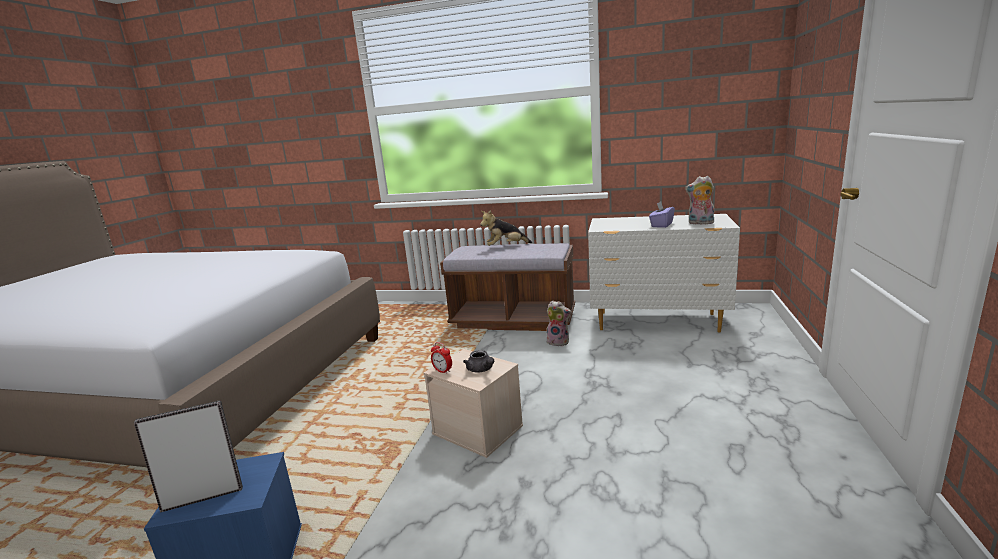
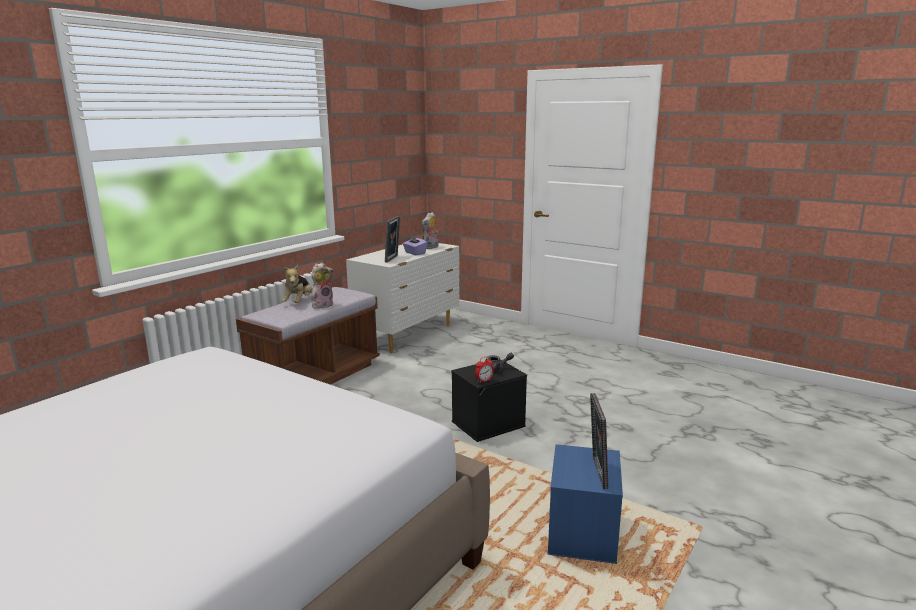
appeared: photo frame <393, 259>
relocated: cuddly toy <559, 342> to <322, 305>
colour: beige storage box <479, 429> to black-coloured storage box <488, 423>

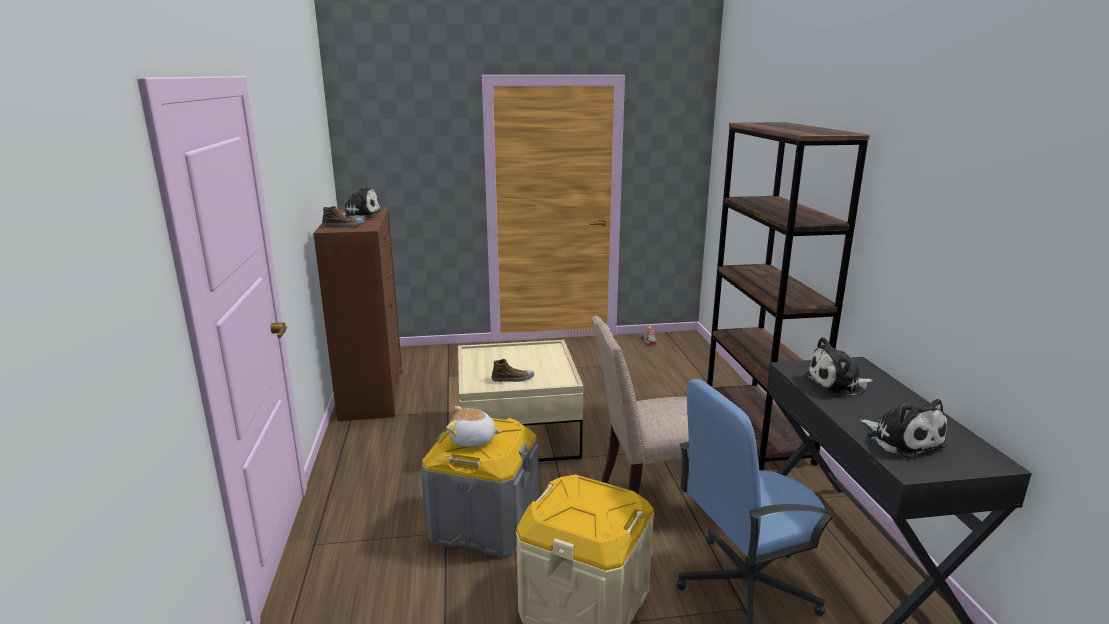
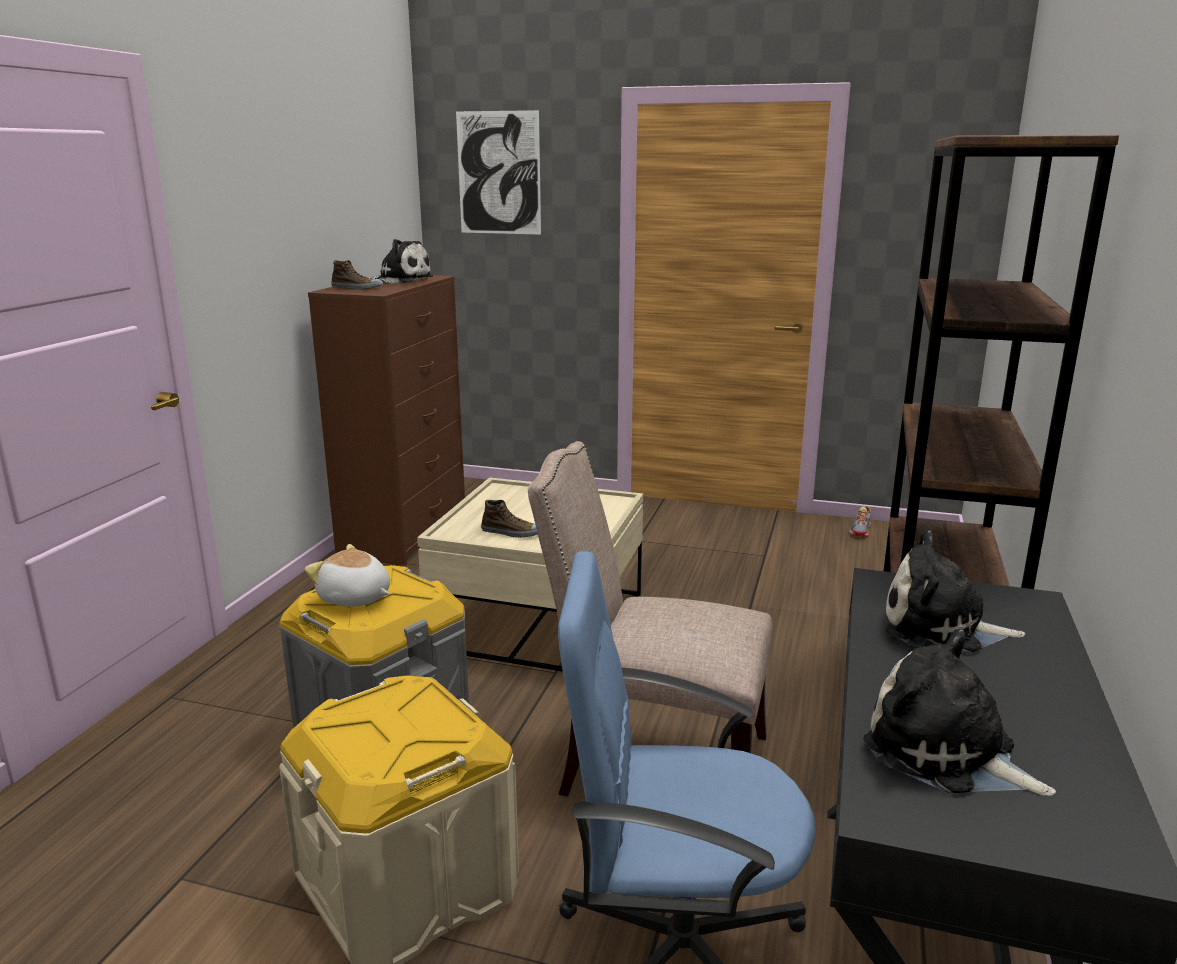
appeared: wall art <499, 173>
spun: cuddly toy <902, 440> = <946, 753> 135 degrees clockwise

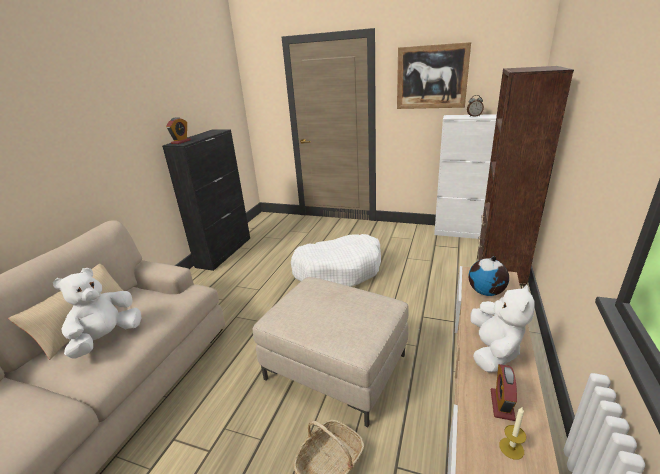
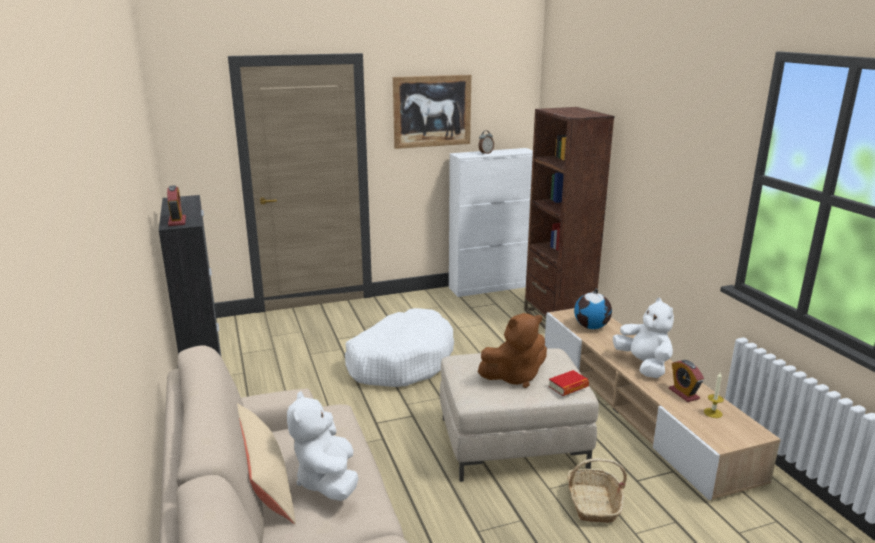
appeared: brown-coloured cuddly toy <514, 377>; bound book <568, 387>

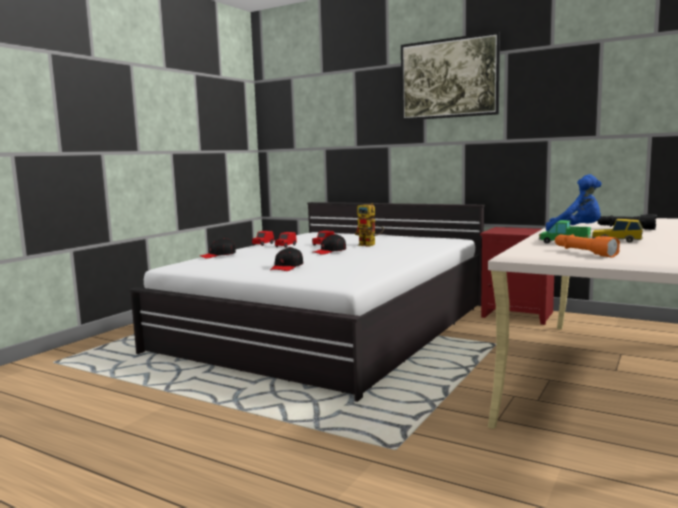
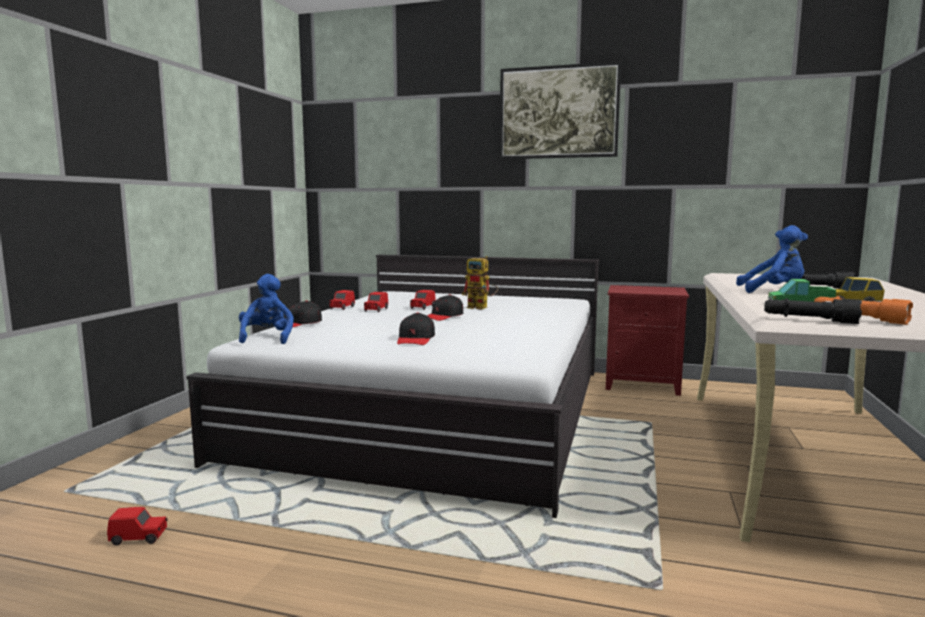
appeared: reddish model car <139, 538>; blue-coloured cuddly toy <267, 338>; black-coloured hand torch <809, 320>

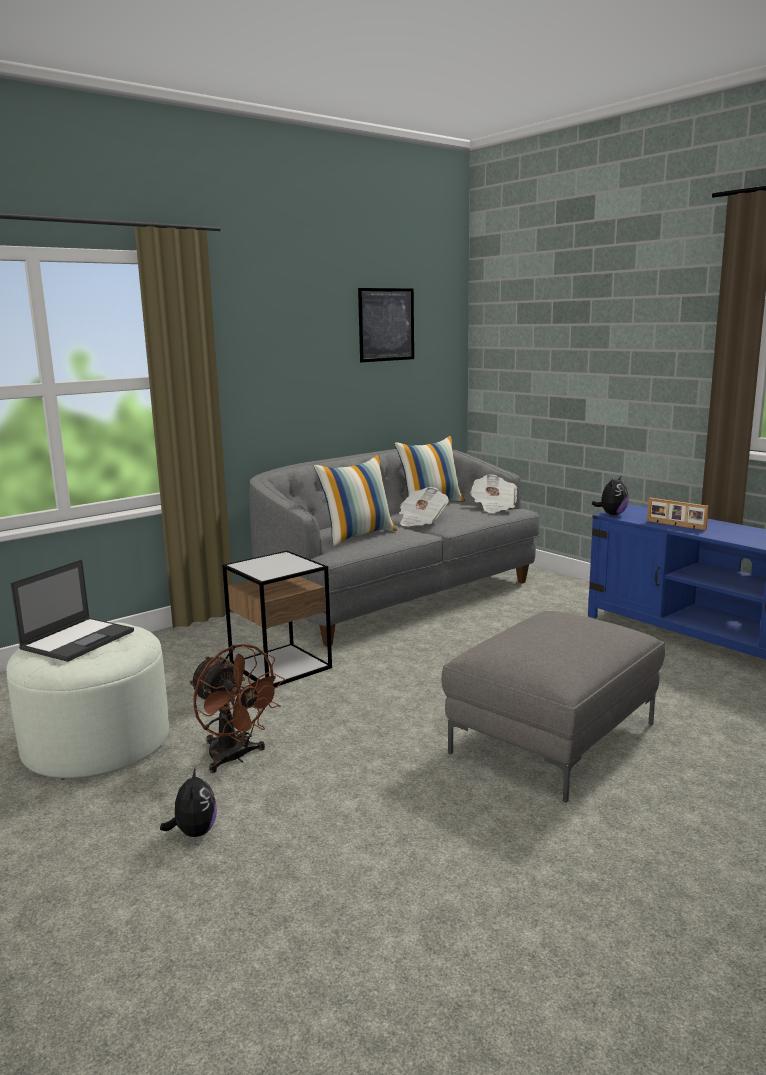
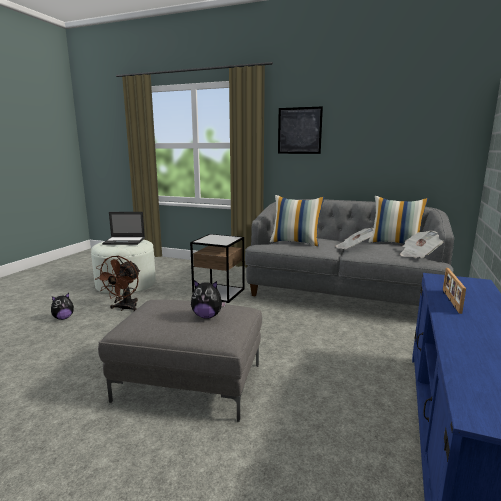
relocated: wall art <386, 324> to <299, 130>; cuddly toy <612, 514> to <207, 316>

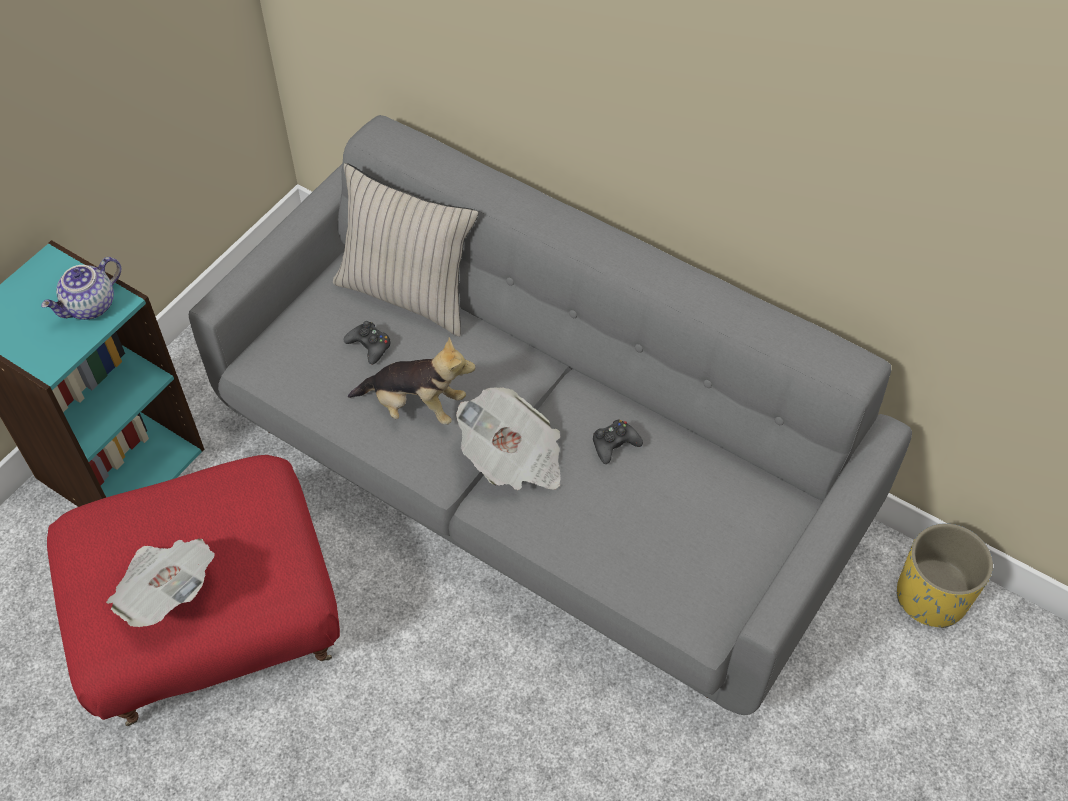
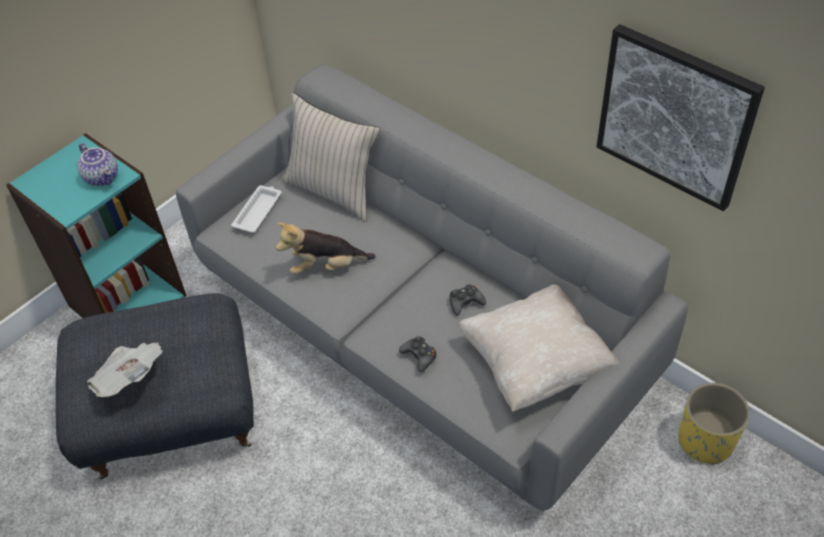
missing: daily paper <513, 458>
appeared: white-coloured serving tray <258, 211>; beige cushion <535, 364>; wall art <675, 116>
relocated: black-coloured game controller <369, 346> to <419, 356>
colour: reddish footrest <214, 624> to grey footrest <172, 414>
spun: tea pot <91, 307> = <103, 177> 90 degrees counterclockwise; cuddly toy <415, 406> = <326, 266> 150 degrees clockwise

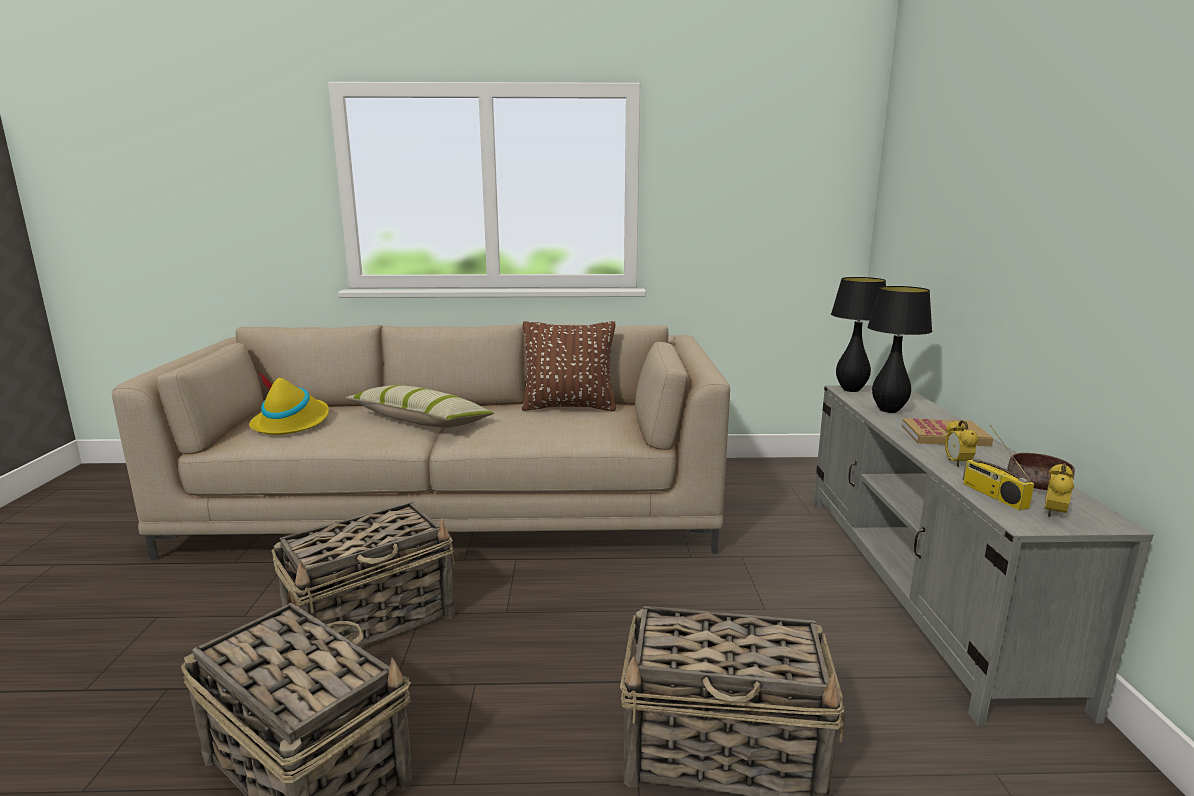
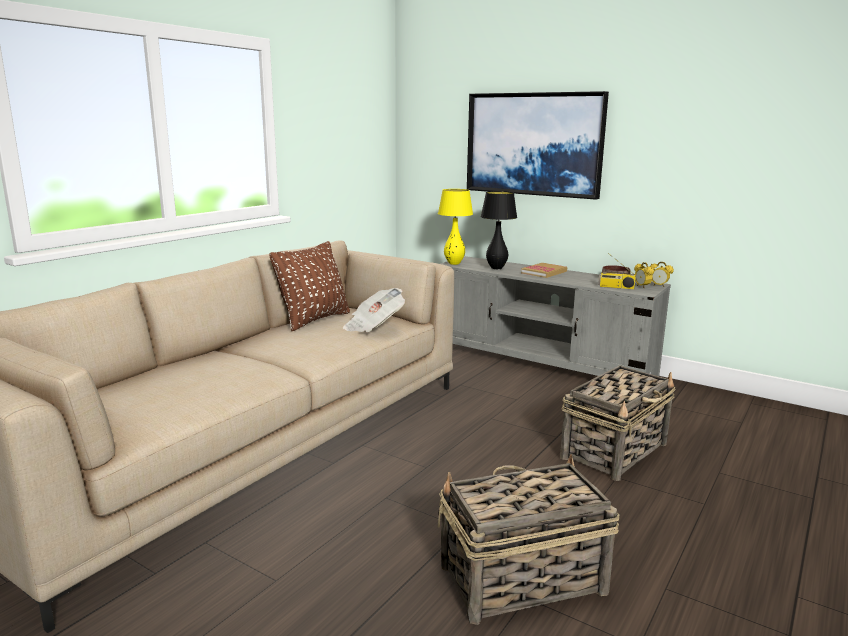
missing: yellow-coloured wearable hat <292, 423>; basket <373, 620>; cushion <421, 421>
appeared: daily paper <373, 326>; wall art <534, 144>
relocated: table clock <956, 463> to <659, 286>
colour: black-coloured tabletop lamp <851, 390> to yellow-coloured tabletop lamp <454, 263>

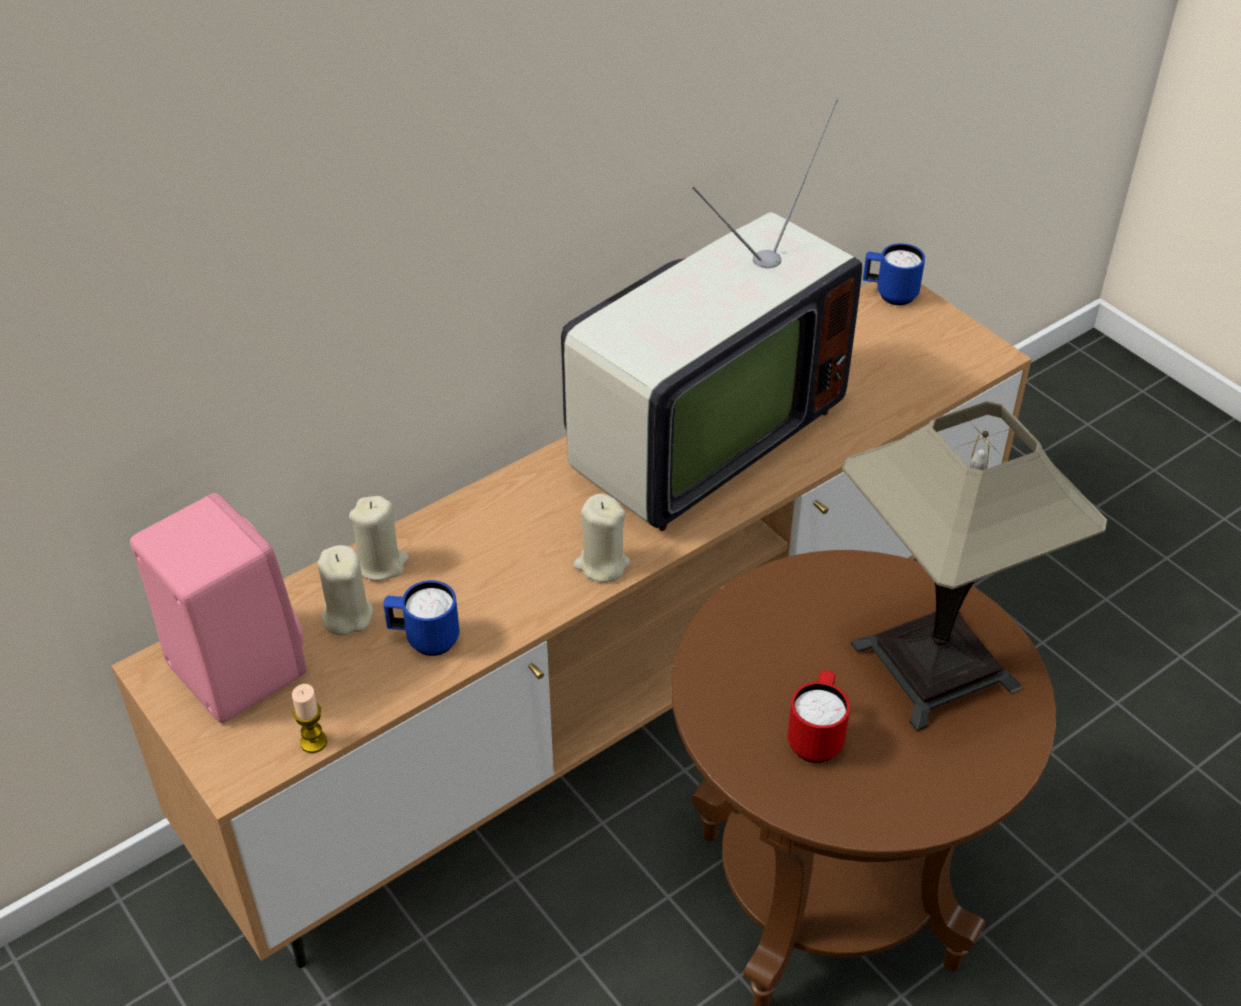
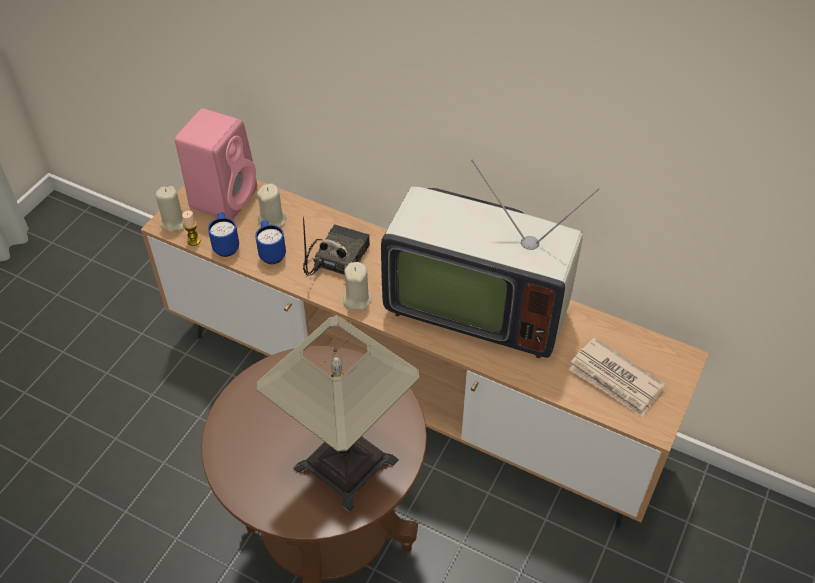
missing: reddish mug <816, 737>
appeared: radio receiver <336, 258>; daily paper <615, 380>
relocated: beige candle <381, 563> to <174, 222>; blue-coloured mug <889, 294> to <226, 245>

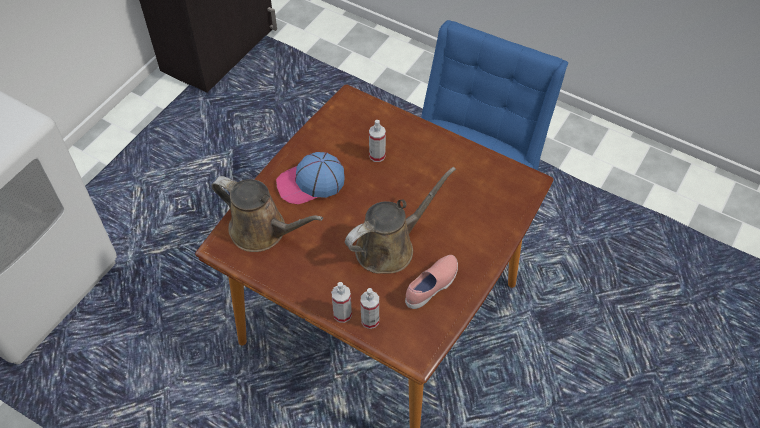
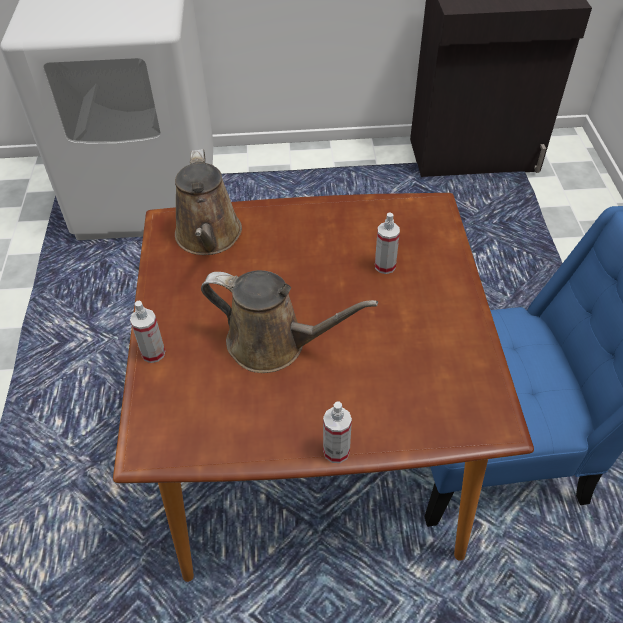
missing: peaked cap <311, 183>; pinkish item of footwear <432, 287>
relocated: sprayer <370, 320> to <336, 451>

